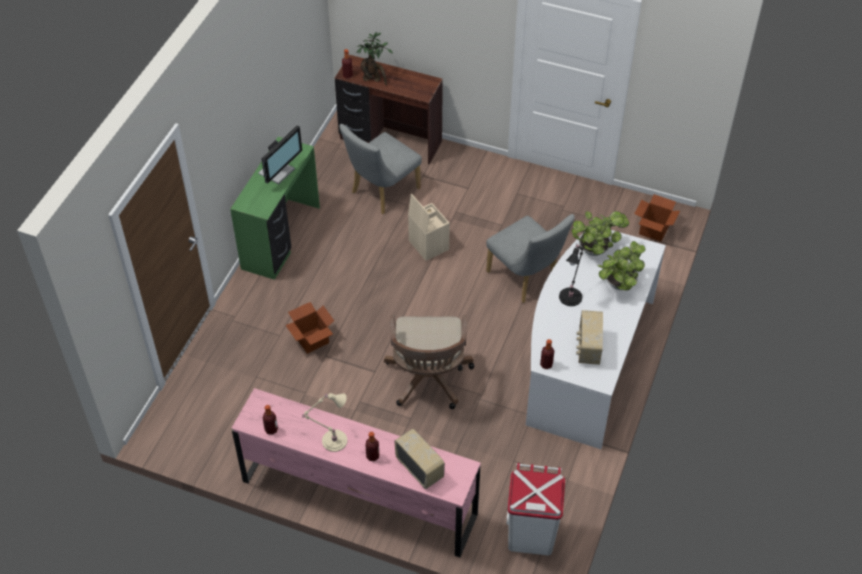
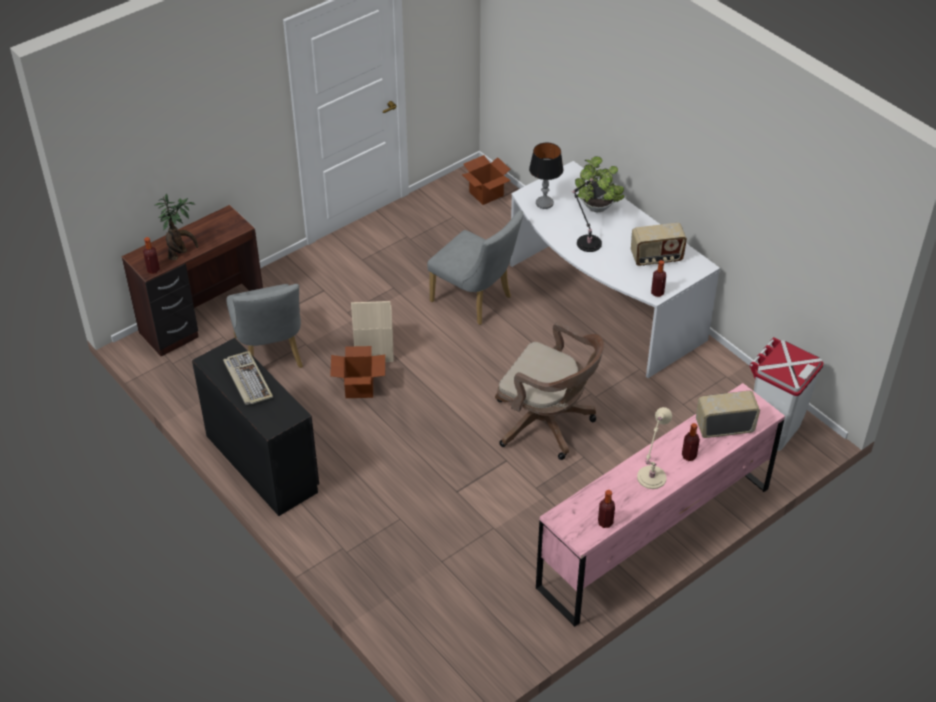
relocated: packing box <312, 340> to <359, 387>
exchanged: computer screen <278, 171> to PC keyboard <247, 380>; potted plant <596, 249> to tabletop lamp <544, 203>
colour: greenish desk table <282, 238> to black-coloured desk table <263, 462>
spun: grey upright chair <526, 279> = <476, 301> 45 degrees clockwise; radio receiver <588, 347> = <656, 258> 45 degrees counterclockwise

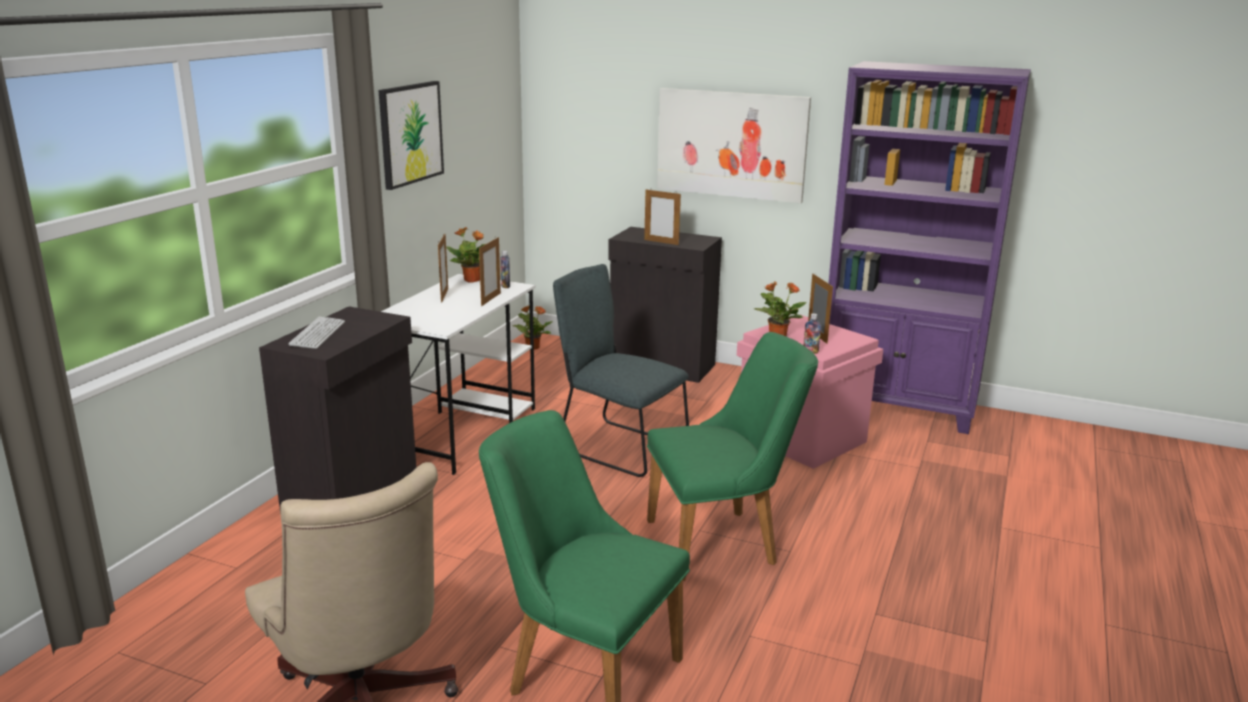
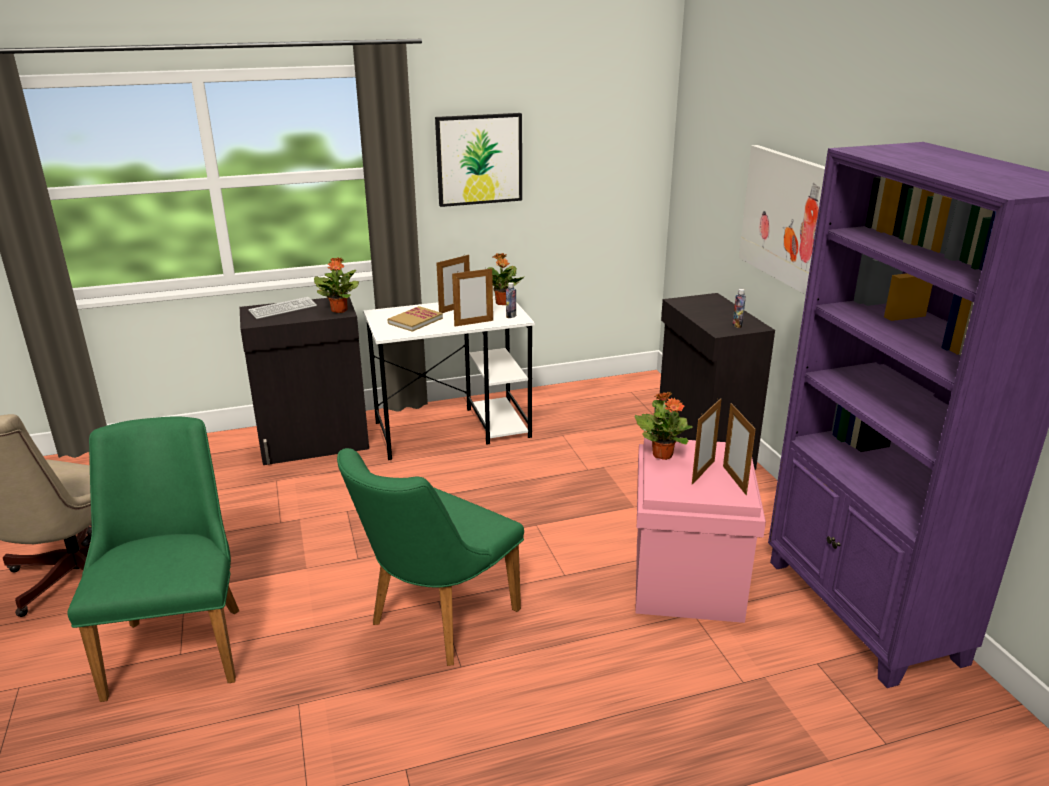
missing: grey upright chair <618, 447>
appeared: bound book <415, 321>
relocated: potted plant <532, 347> to <339, 310>; photo frame <661, 242> to <734, 480>; beverage bottle <810, 351> to <737, 325>
spun: greenish upright chair <723, 541> = <434, 622> 90 degrees clockwise

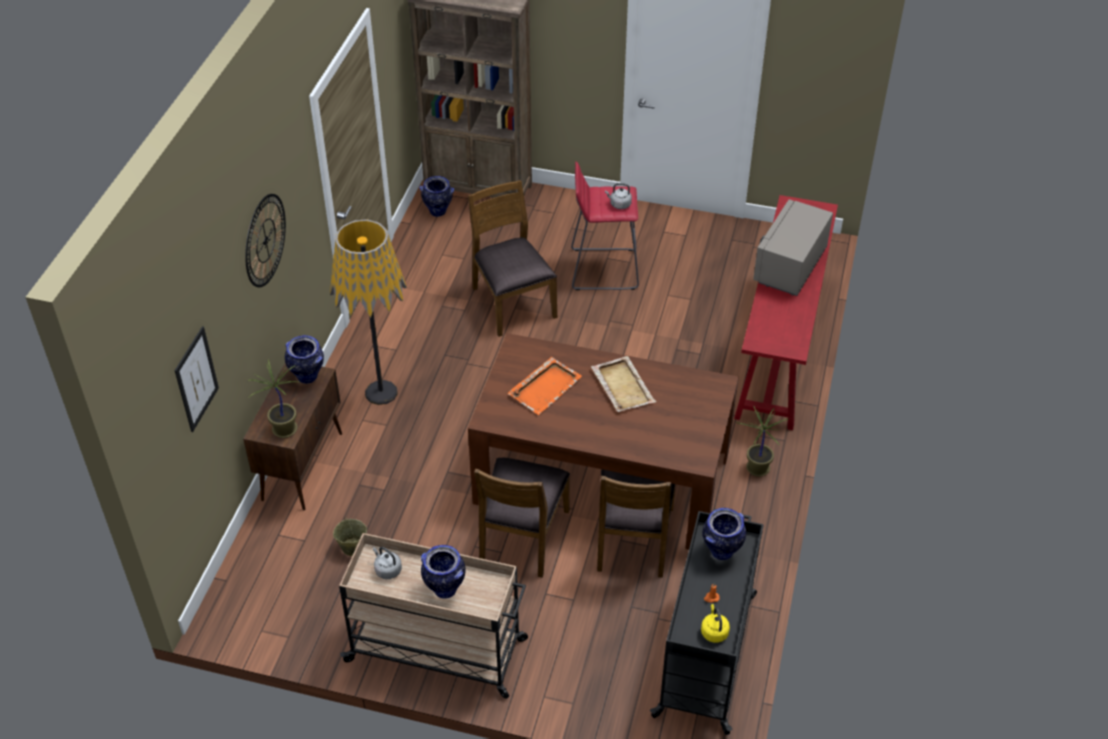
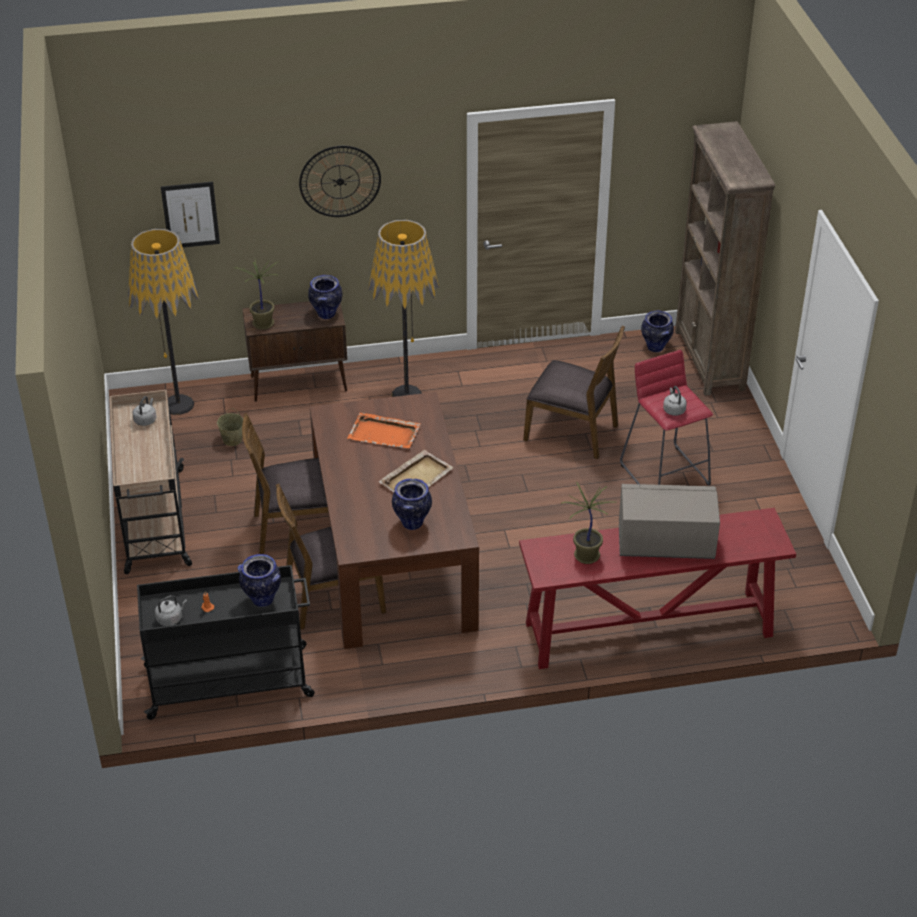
appeared: standing lamp <178, 405>
relocated: vase <444, 589> to <412, 523>; potted plant <758, 469> to <585, 556>
colour: yellow-coloured kettle <714, 631> to grey kettle <171, 618>
spun: brown-coloured upright chair <512, 302> = <572, 431> 75 degrees clockwise

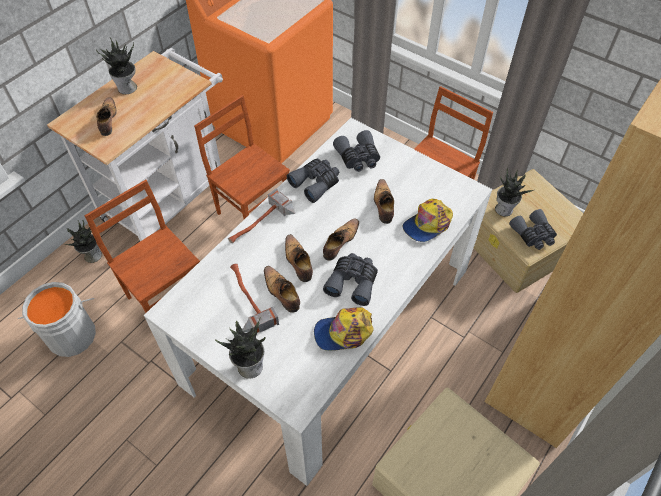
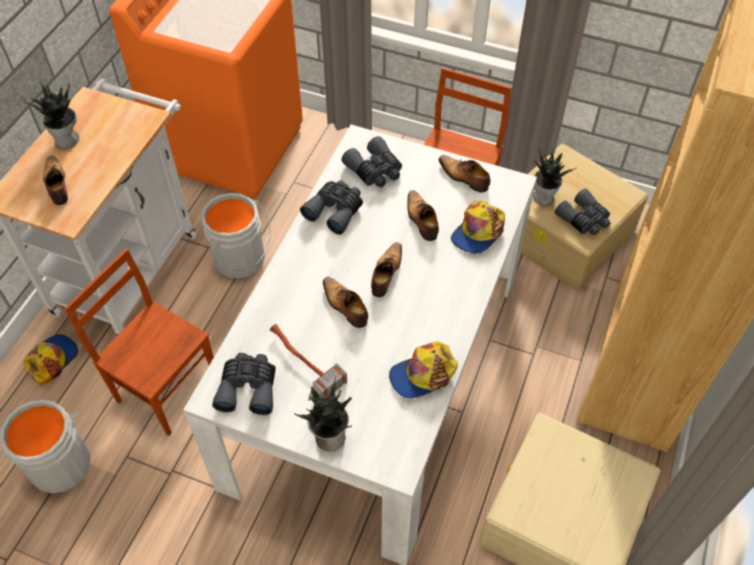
missing: hand hammer <261, 226>
relocated: item of footwear <281, 292> to <464, 177>; grey pair of binoculars <353, 282> to <248, 388>
exchanged: potted plant <92, 255> to peaked cap <52, 360>; brown-coloured upright chair <253, 210> to grey pail <241, 259>

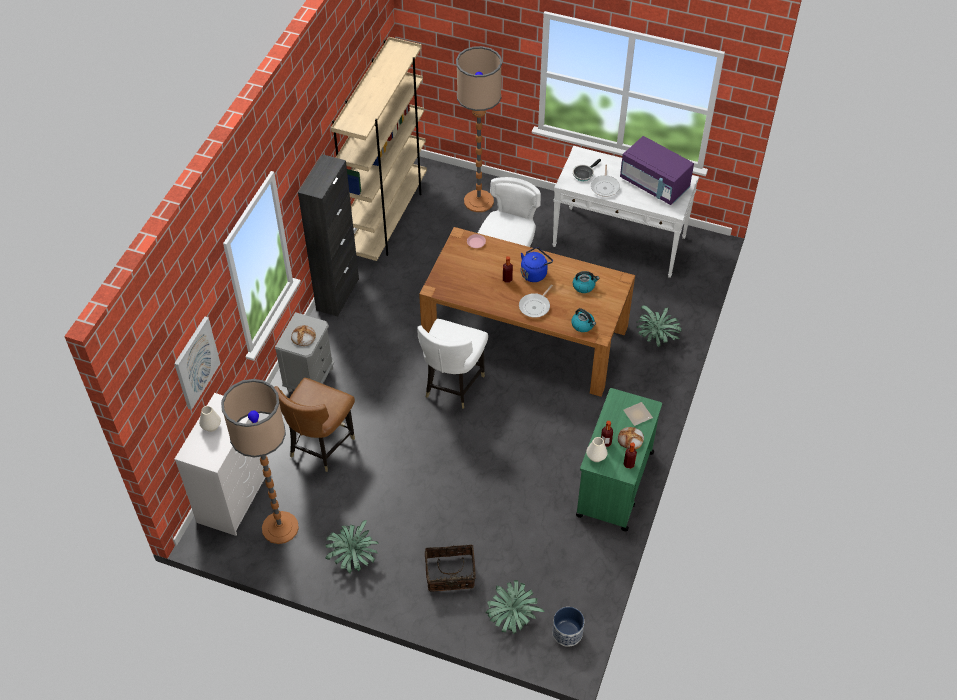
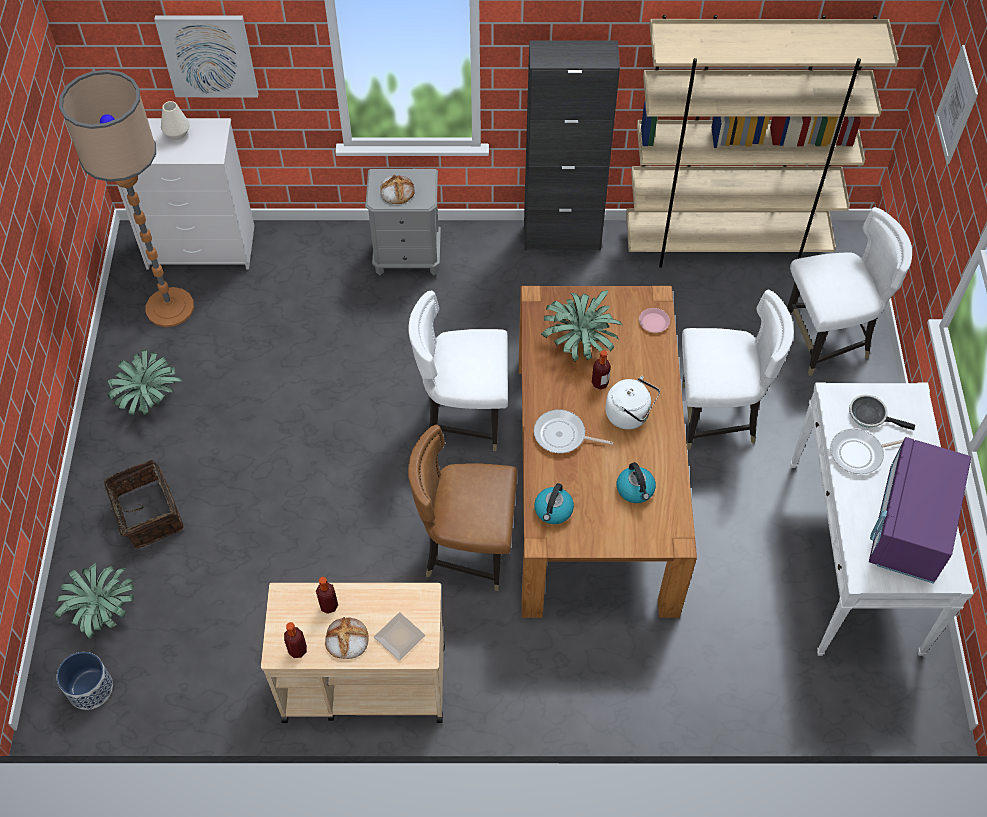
missing: white-coloured vase <596, 456>
appeared: wall art <956, 105>
relocated: brown-coloured upright chair <320, 446> to <467, 550>; potted plant <656, 337> to <580, 342>
exchanged: standing lamp <479, 201> to white-coloured upright chair <826, 341>
colour: blue-coloured kettle <535, 273> to white-coloured kettle <630, 415>; greenish cart <614, 484> to beige cart <363, 682>

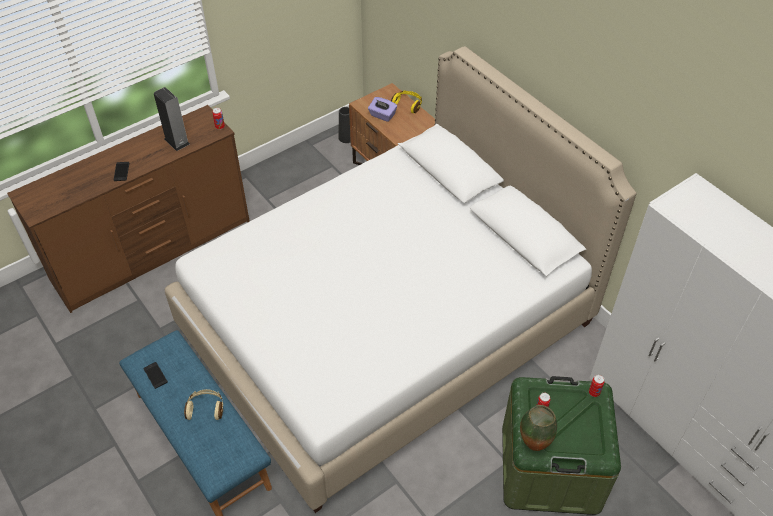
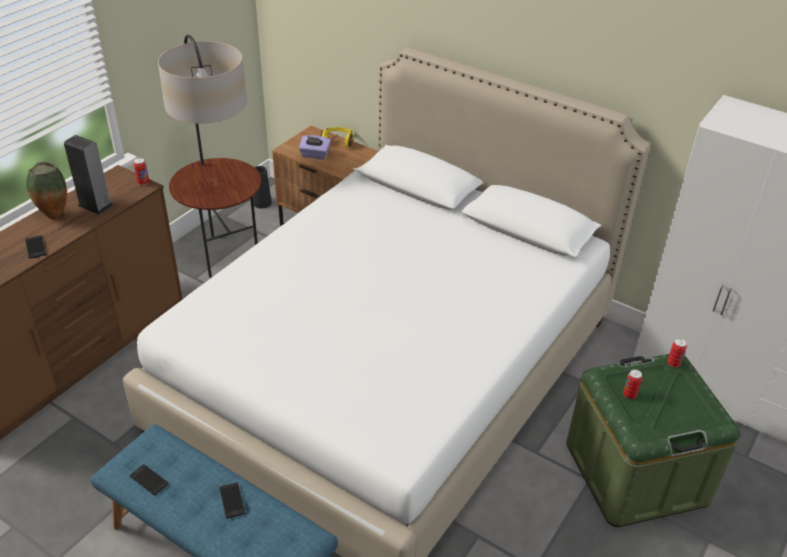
appeared: standing lamp <225, 254>
relocated: vase <533, 444> to <54, 215>
exchanged: beige pair of headphones <206, 408> to phone <232, 500>

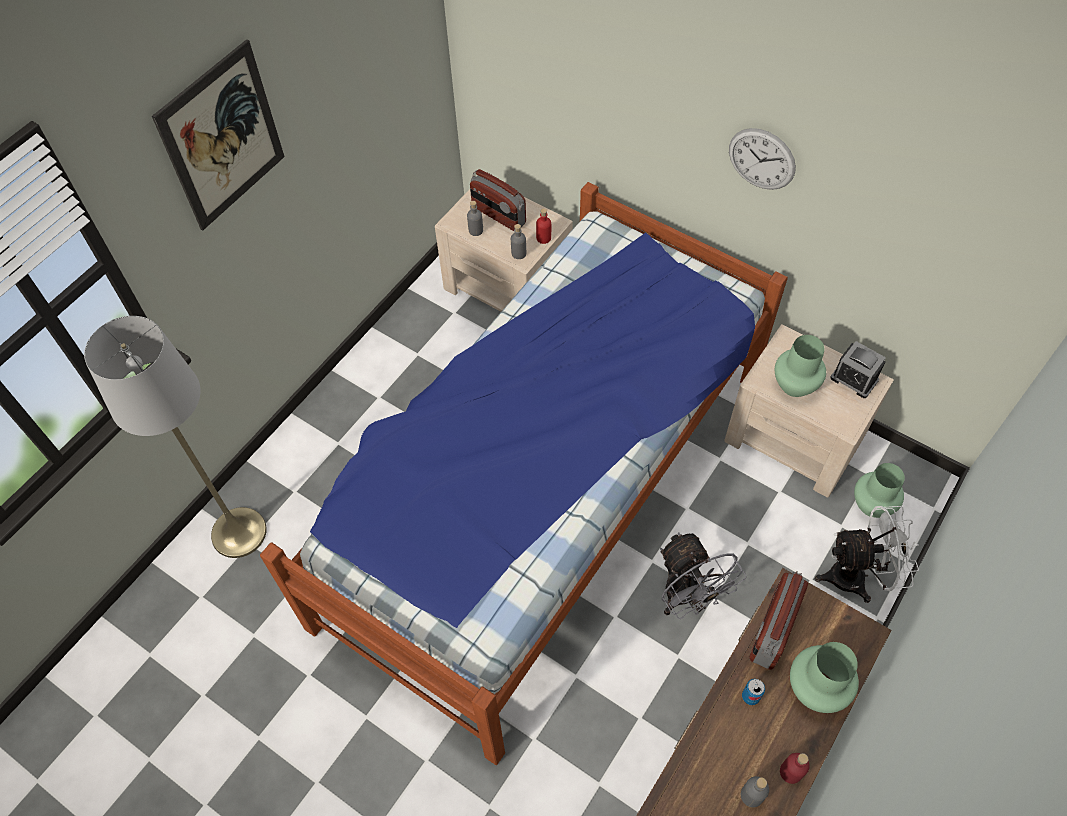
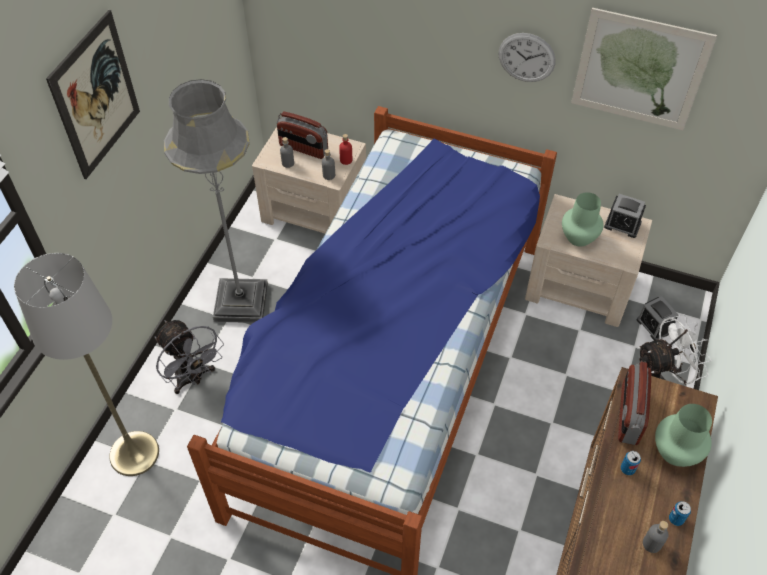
appeared: grey standing lamp <241, 302>; wall art <639, 70>
relocated: grey cooling fan <687, 598> to <193, 378>
exchanged: reddish beverage bottle <790, 772> to can <676, 519>; greenish vase <873, 505> to table clock <654, 326>

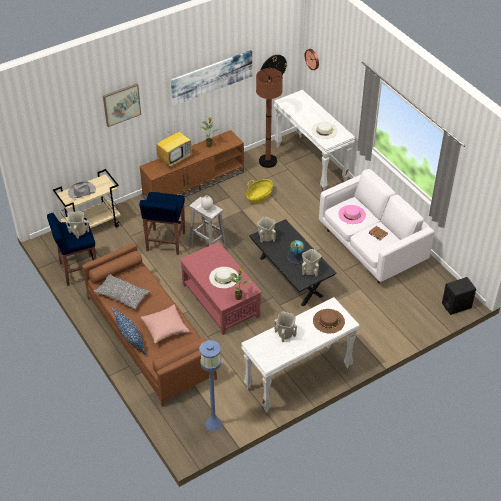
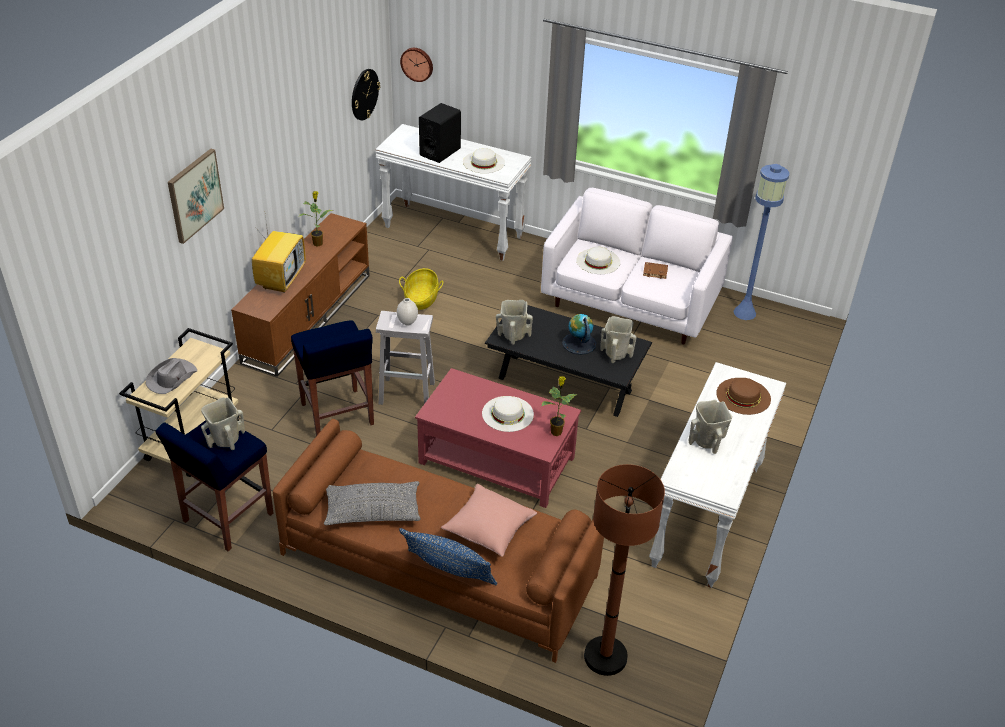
missing: wall art <212, 77>
relocated: blue-coloured standing lamp <213, 424> to <745, 313>; brown-coloured standing lamp <268, 161> to <605, 657>; black-coloured loudspeaker <456, 305> to <440, 152>
colour: pinkish wearable hat <352, 214> to white-coloured wearable hat <598, 261>

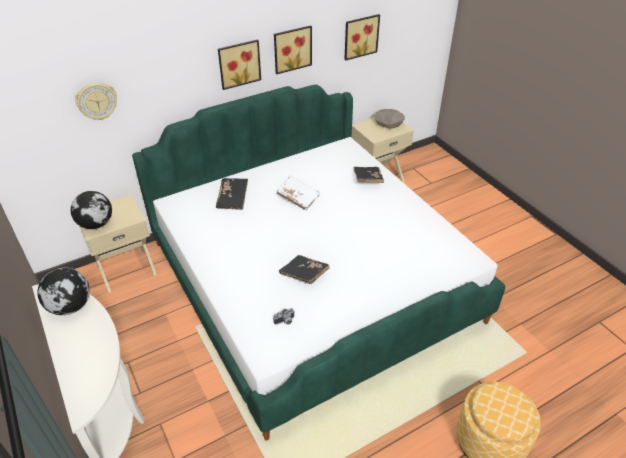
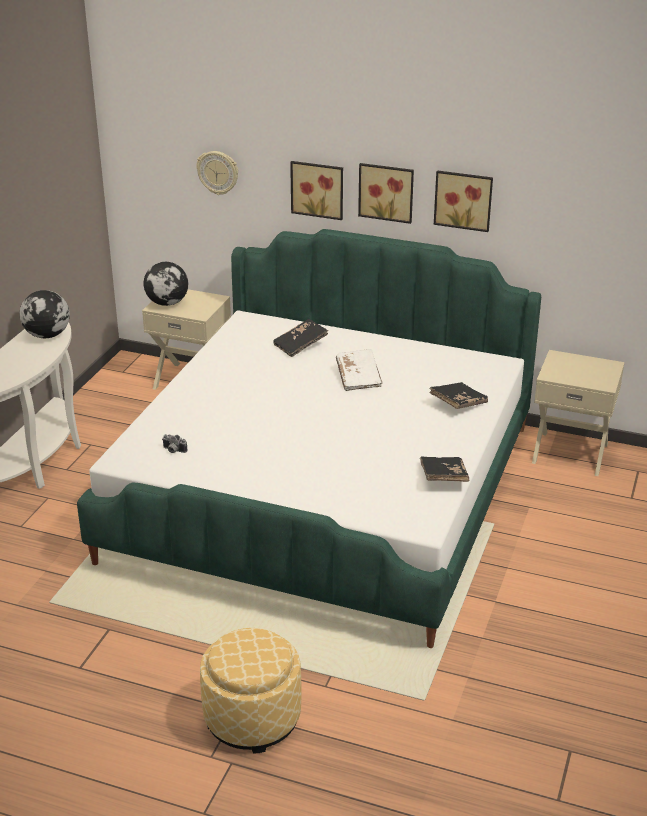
missing: beige deep dish <388, 123>
relocated: black-coloured bound book <304, 275> to <443, 477>; wall art <360, 36> to <318, 189>

